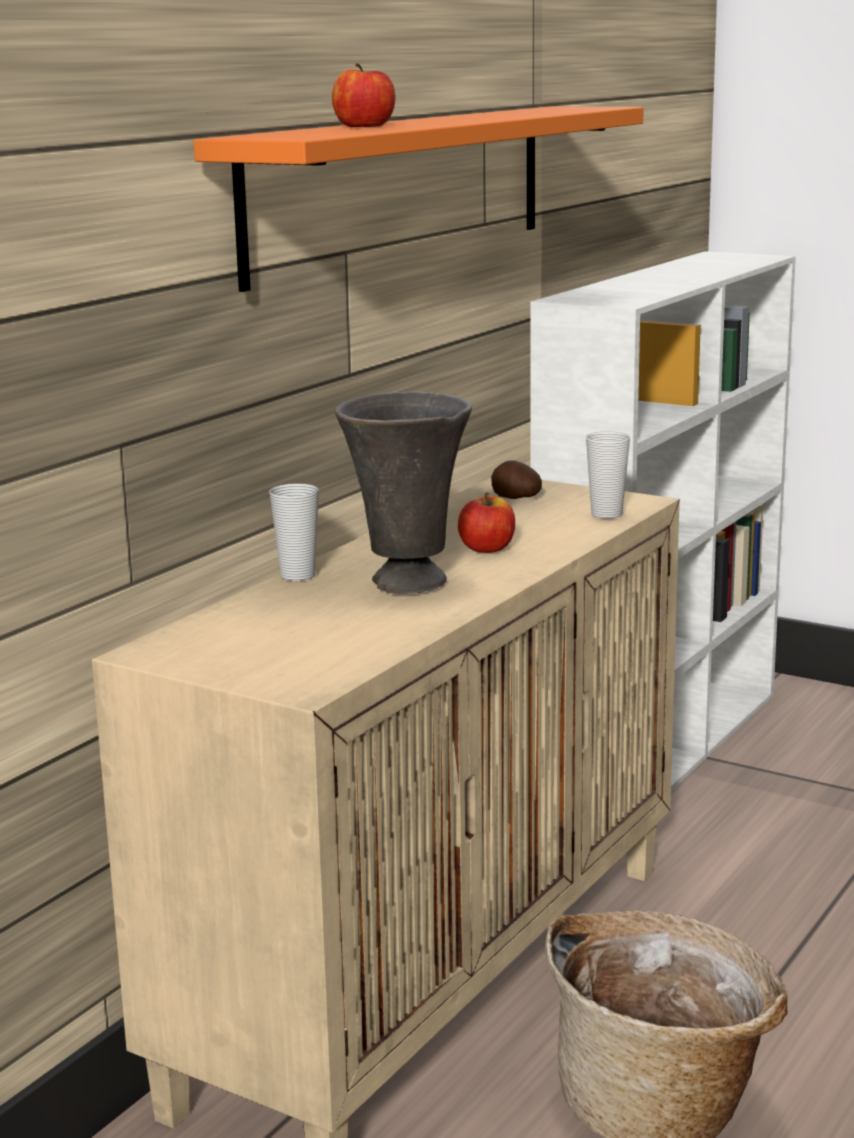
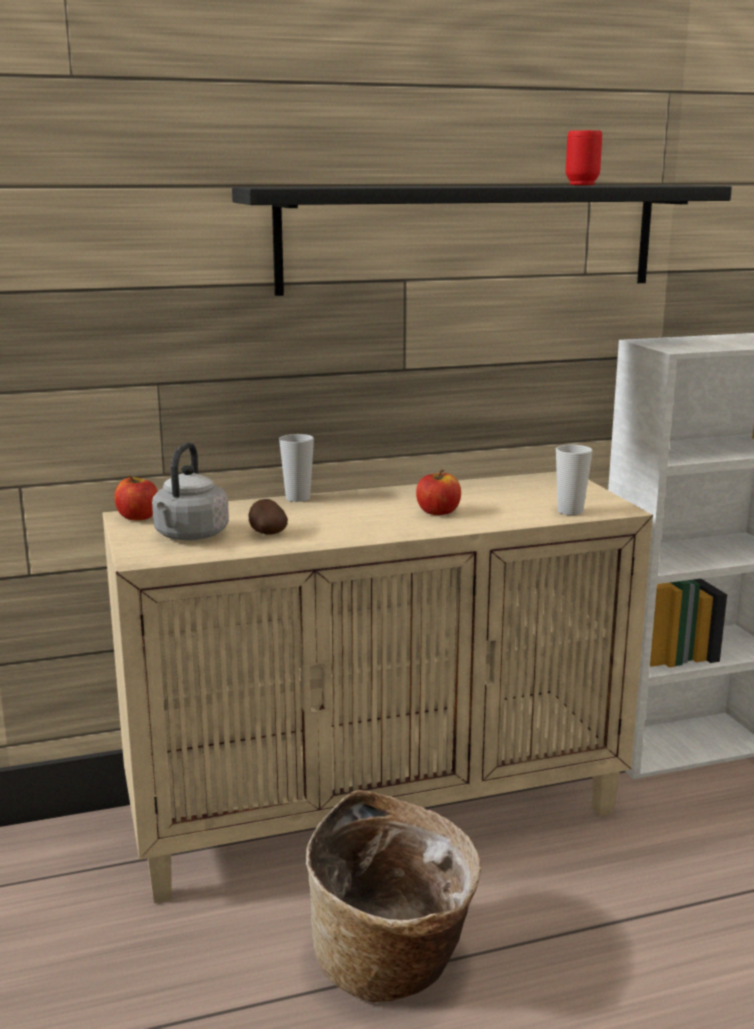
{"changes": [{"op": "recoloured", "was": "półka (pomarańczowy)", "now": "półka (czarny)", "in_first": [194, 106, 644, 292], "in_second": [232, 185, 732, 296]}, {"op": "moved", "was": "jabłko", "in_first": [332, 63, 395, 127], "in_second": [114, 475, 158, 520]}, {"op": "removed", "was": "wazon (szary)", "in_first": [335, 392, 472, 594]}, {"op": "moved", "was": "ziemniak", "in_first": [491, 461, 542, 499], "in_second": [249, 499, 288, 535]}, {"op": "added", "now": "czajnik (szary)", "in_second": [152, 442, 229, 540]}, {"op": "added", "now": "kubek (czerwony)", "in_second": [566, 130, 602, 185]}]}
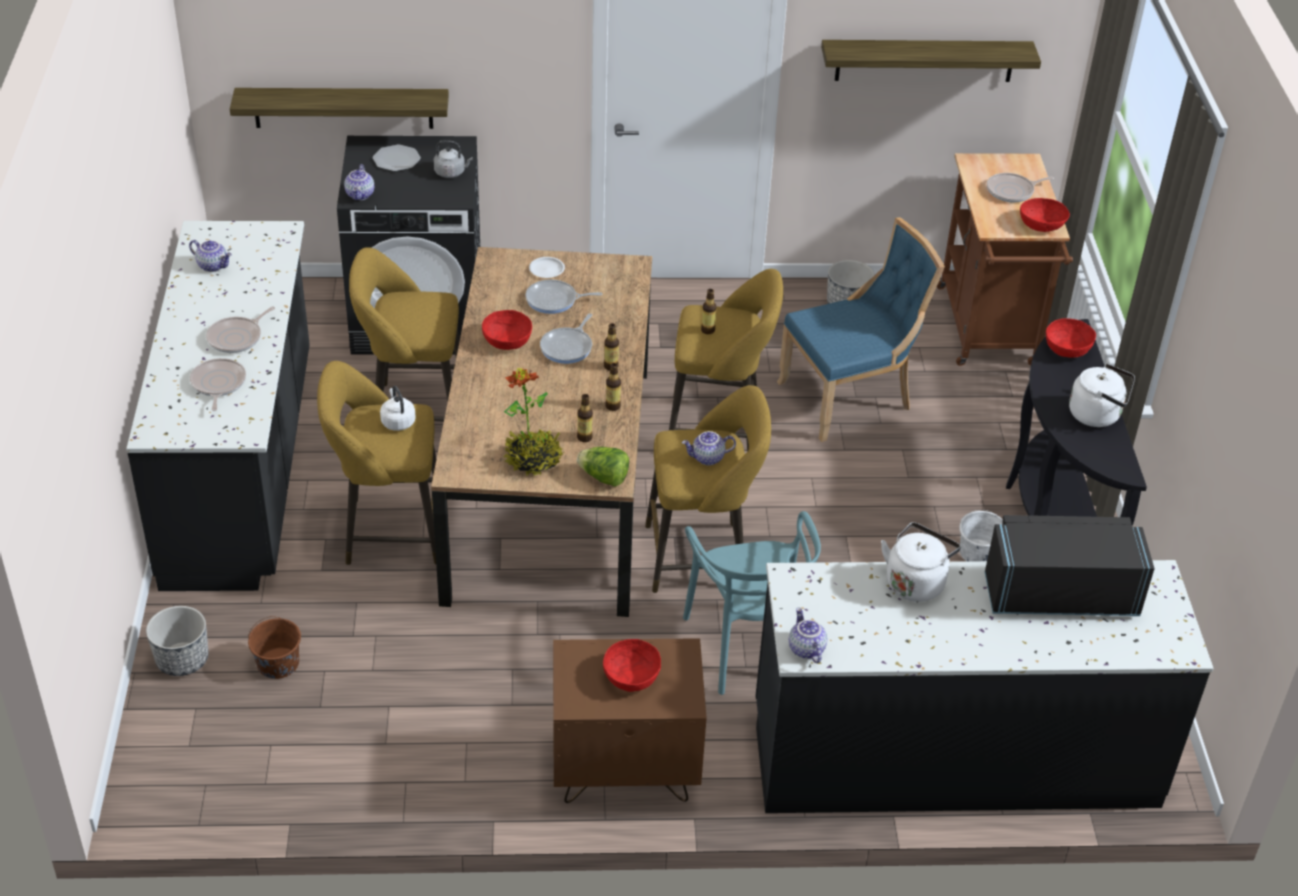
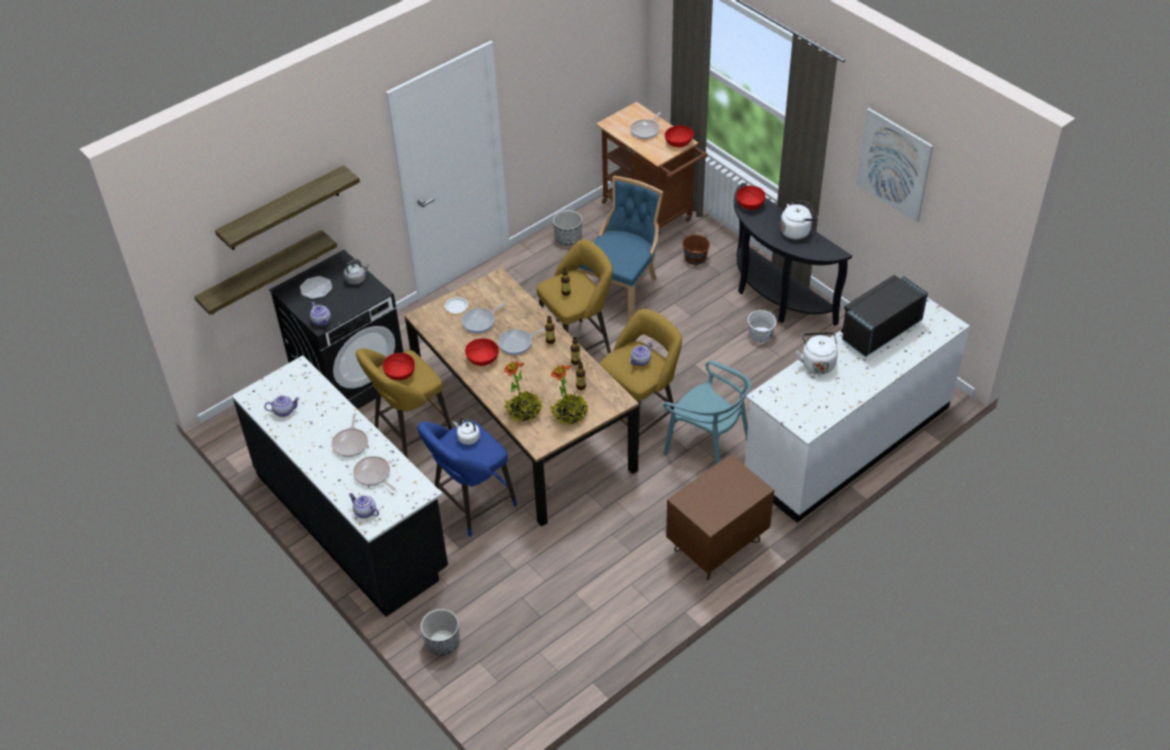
{"changes": [{"op": "moved", "was": "wiadro (brązowy)", "in_first": [248, 616, 301, 679], "in_second": [682, 232, 710, 265]}, {"op": "recoloured", "was": "stołek (żółty)", "now": "stołek (niebieski)", "in_first": [317, 361, 436, 565], "in_second": [417, 420, 517, 537]}, {"op": "turned", "was": "patelnia", "in_first": [540, 313, 592, 364], "in_second": [498, 328, 545, 355], "clockwise": 75}, {"op": "removed", "was": "sałata", "in_first": [577, 447, 629, 487]}, {"op": "moved", "was": "miska (czerwony)", "in_first": [603, 639, 661, 692], "in_second": [383, 353, 415, 380]}, {"op": "recoloured", "was": "zabudowa kuchenna (czarny)", "now": "zabudowa kuchenna (biały)", "in_first": [755, 560, 1214, 813], "in_second": [745, 297, 970, 523]}, {"op": "moved", "was": "imbryk", "in_first": [789, 608, 827, 663], "in_second": [348, 493, 379, 518]}, {"op": "moved", "was": "półka", "in_first": [821, 40, 1041, 82], "in_second": [215, 165, 360, 250]}, {"op": "added", "now": "roślina doniczkowa", "in_second": [503, 361, 543, 422]}, {"op": "added", "now": "obraz", "in_second": [856, 108, 933, 222]}]}
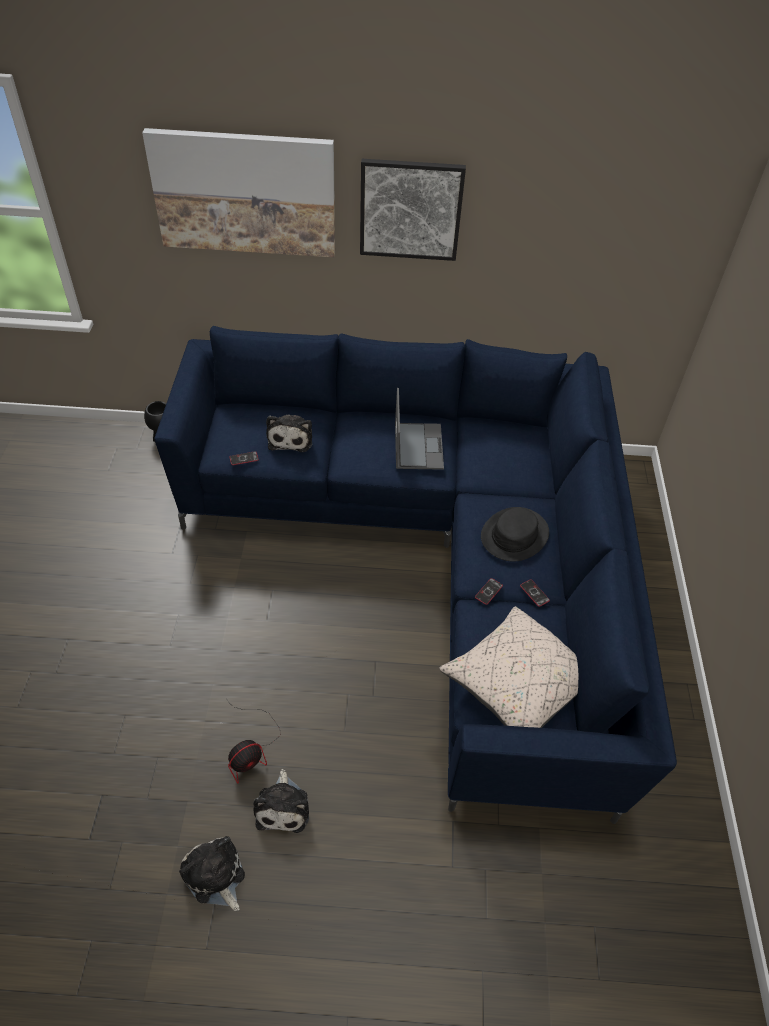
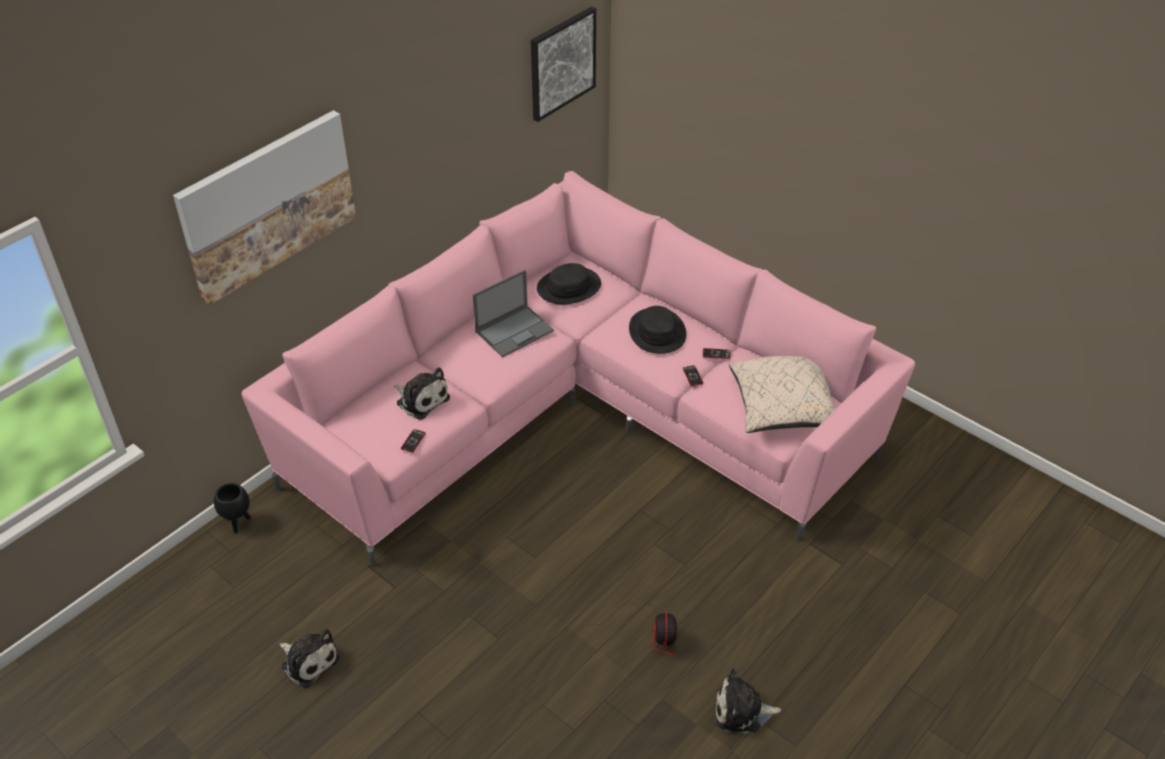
{"changes": [{"op": "recoloured", "was": "kanapa (niebieski)", "now": "kanapa (różowy)", "in_first": [155, 326, 677, 824], "in_second": [242, 171, 915, 566]}, {"op": "moved", "was": "pluszak", "in_first": [253, 769, 309, 833], "in_second": [280, 629, 340, 688]}, {"op": "moved", "was": "obraz", "in_first": [360, 159, 466, 261], "in_second": [531, 6, 596, 122]}, {"op": "turned", "was": "laptop", "in_first": [395, 388, 444, 470], "in_second": [472, 270, 554, 357], "clockwise": 105}, {"op": "added", "now": "kapelusz (czarny)", "in_second": [537, 263, 601, 305]}]}
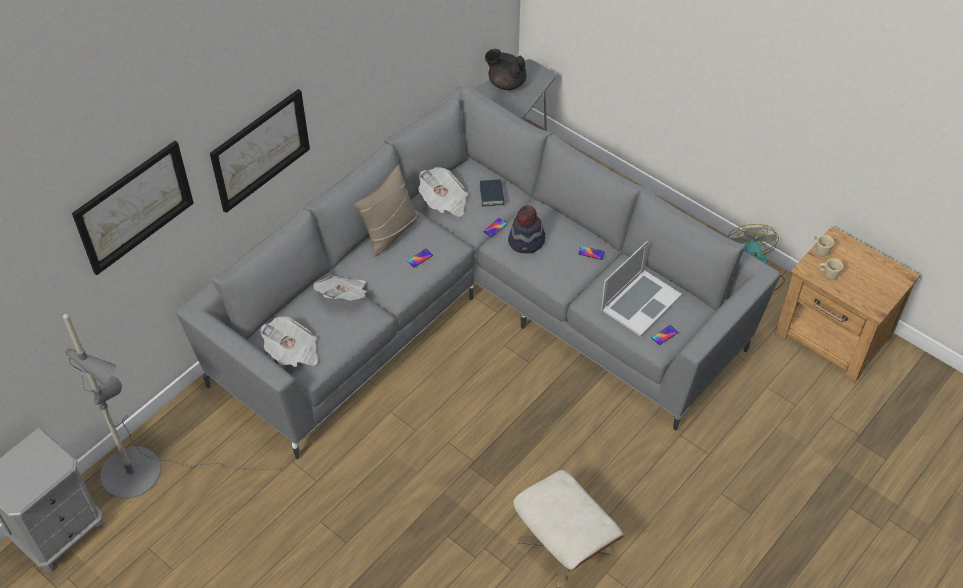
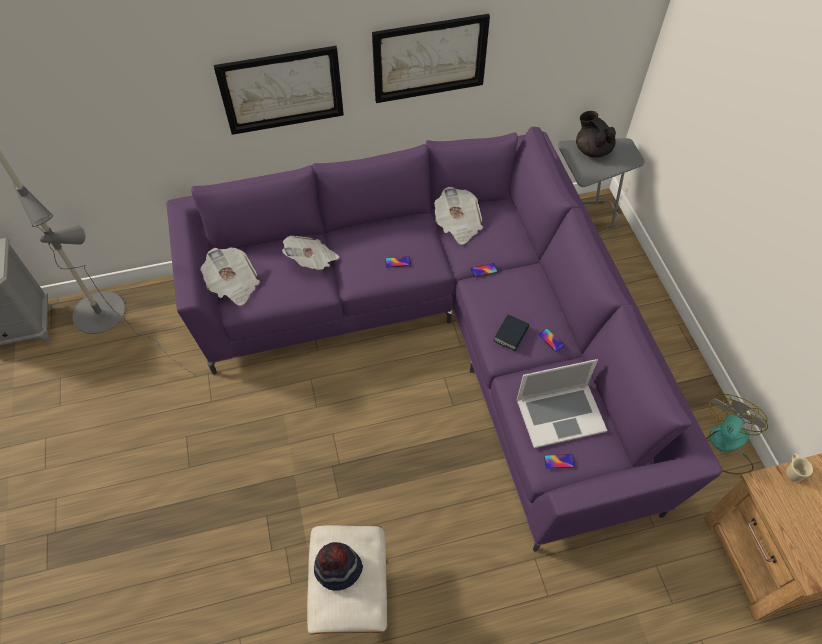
{"changes": [{"op": "moved", "was": "obraz", "in_first": [72, 141, 194, 275], "in_second": [372, 14, 490, 103]}, {"op": "recoloured", "was": "kanapa (szary)", "now": "kanapa (fioletowy)", "in_first": [176, 83, 780, 459], "in_second": [166, 127, 722, 552]}, {"op": "removed", "was": "poduszka (beżowy)", "in_first": [354, 165, 419, 257]}, {"op": "moved", "was": "książka", "in_first": [480, 179, 504, 206], "in_second": [493, 315, 529, 351]}, {"op": "moved", "was": "kapelusz", "in_first": [508, 205, 545, 254], "in_second": [314, 542, 363, 591]}, {"op": "removed", "was": "kubek (beżowy)", "in_first": [819, 258, 843, 280]}]}
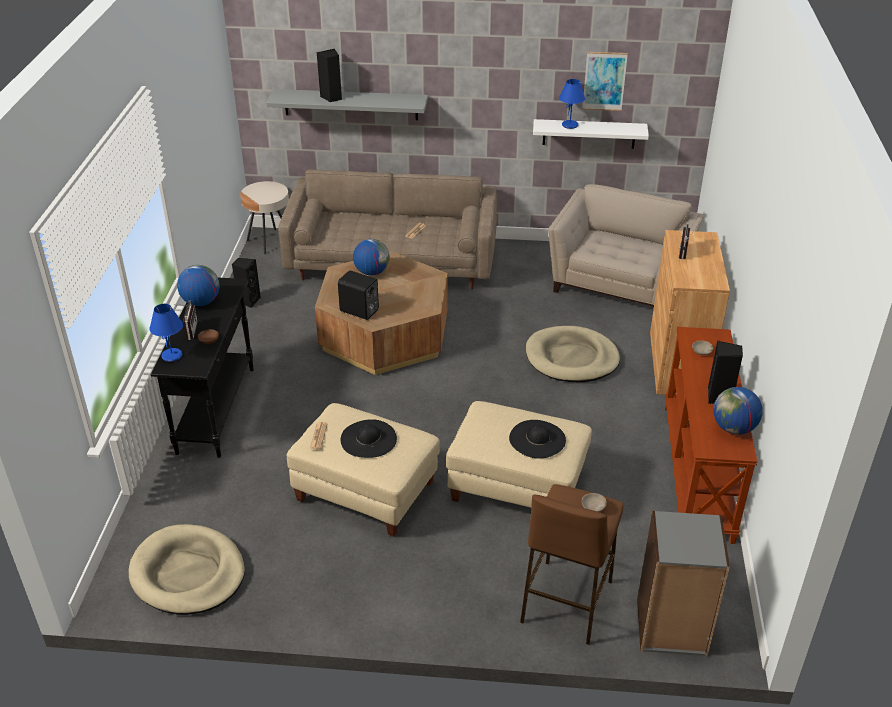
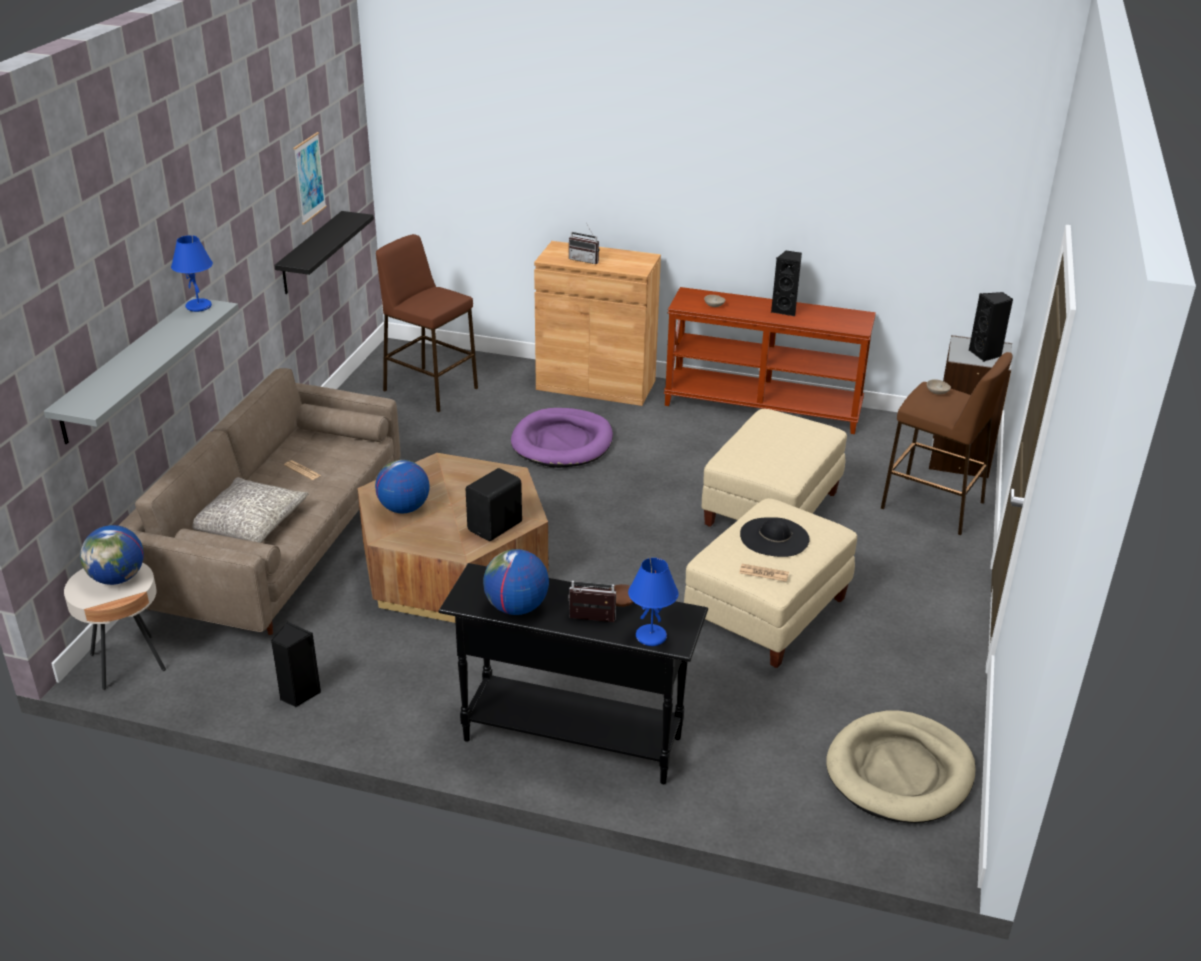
{"changes": [{"op": "moved", "was": "głośnik (czarny)", "in_first": [316, 49, 342, 102], "in_second": [969, 292, 1013, 362]}, {"op": "removed", "was": "kapelusz (czarny)", "in_first": [509, 420, 566, 459]}, {"op": "recoloured", "was": "legowisko (beżowy)", "now": "legowisko (fioletowy)", "in_first": [526, 326, 620, 382], "in_second": [511, 408, 613, 468]}, {"op": "recoloured", "was": "półka (biały)", "now": "półka (czarny)", "in_first": [533, 119, 649, 149], "in_second": [274, 211, 374, 294]}, {"op": "replaced", "was": "fotel (beżowy)", "now": "stołek (brązowy)", "in_first": [548, 184, 704, 307], "in_second": [376, 234, 478, 412]}, {"op": "moved", "was": "lampa stołowa (niebieski)", "in_first": [559, 79, 585, 129], "in_second": [171, 235, 213, 312]}, {"op": "moved", "was": "globus", "in_first": [713, 387, 763, 435], "in_second": [80, 525, 144, 585]}, {"op": "added", "now": "poduszka (szary)", "in_second": [192, 477, 308, 543]}]}
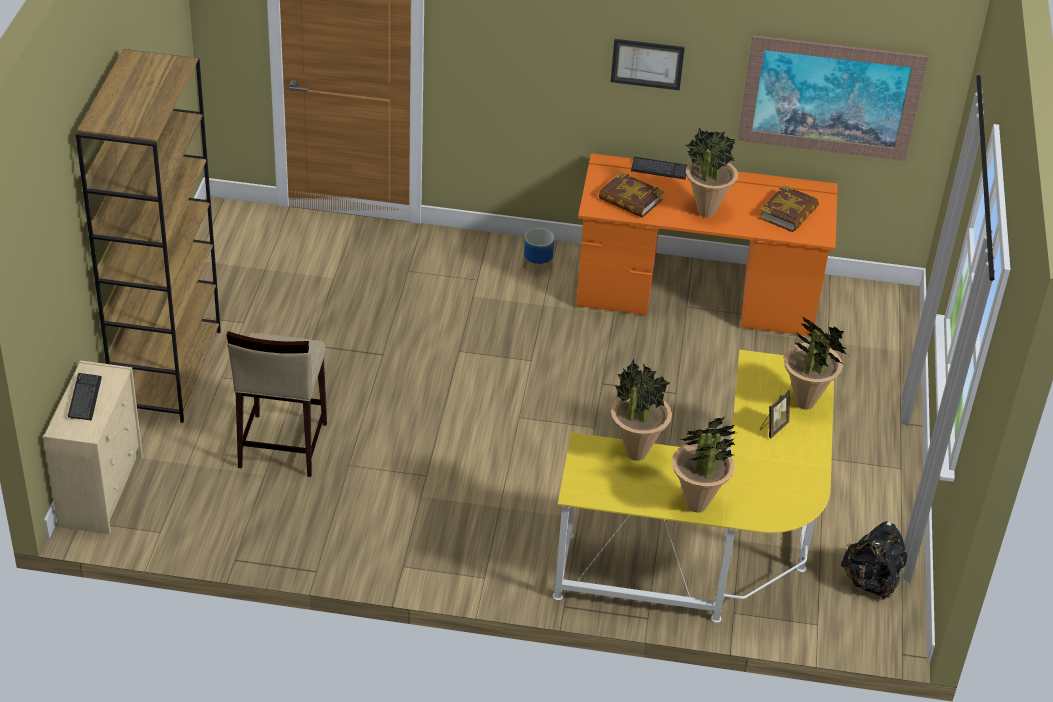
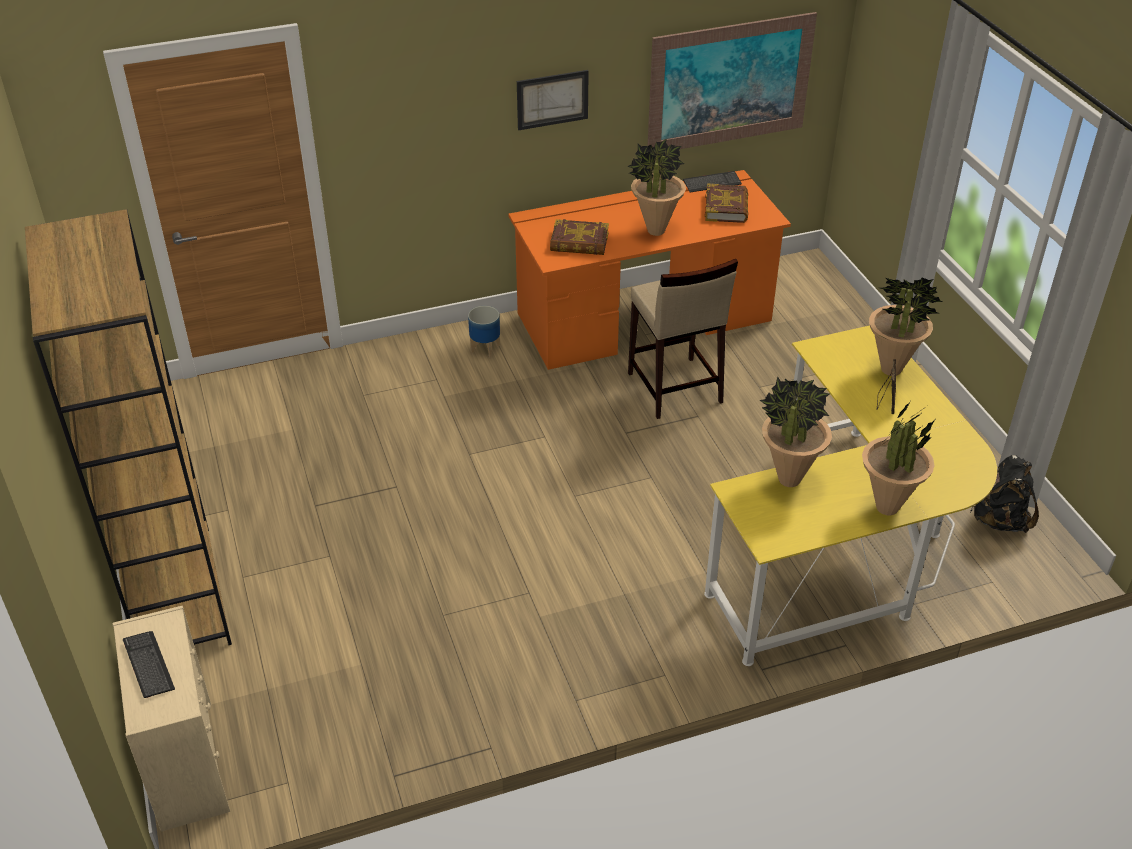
{"changes": [{"op": "moved", "was": "stołek (beżowy)", "in_first": [226, 331, 327, 477], "in_second": [628, 259, 738, 419]}, {"op": "moved", "was": "klawiatura", "in_first": [631, 157, 688, 180], "in_second": [683, 171, 742, 192]}]}
